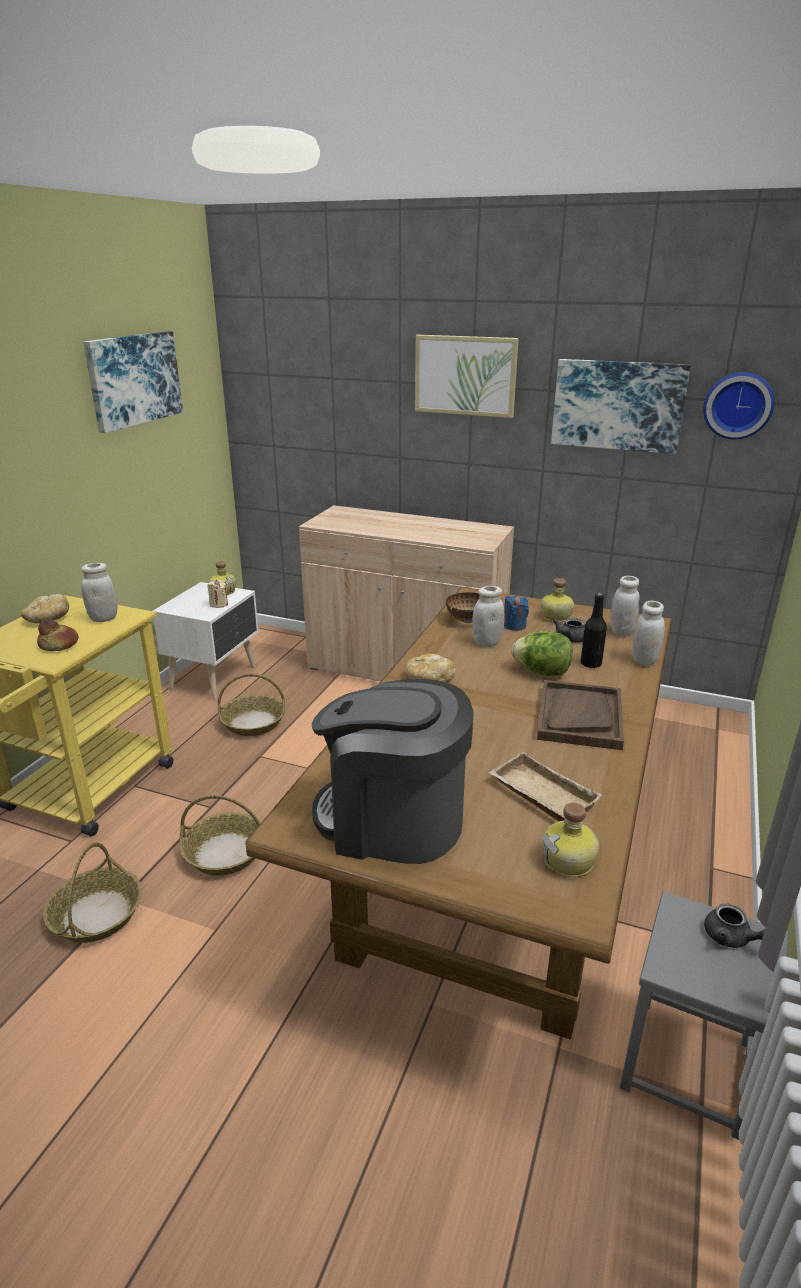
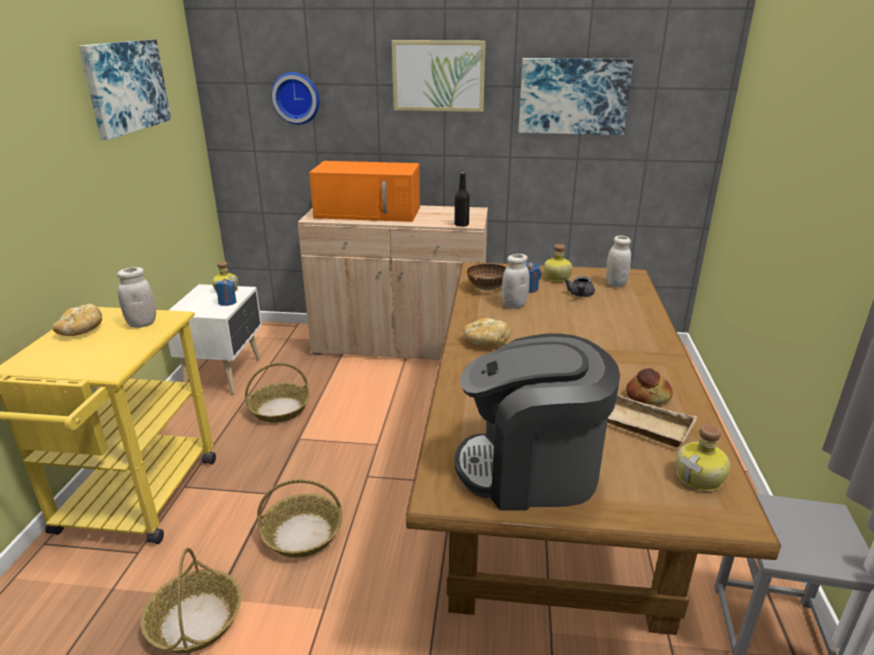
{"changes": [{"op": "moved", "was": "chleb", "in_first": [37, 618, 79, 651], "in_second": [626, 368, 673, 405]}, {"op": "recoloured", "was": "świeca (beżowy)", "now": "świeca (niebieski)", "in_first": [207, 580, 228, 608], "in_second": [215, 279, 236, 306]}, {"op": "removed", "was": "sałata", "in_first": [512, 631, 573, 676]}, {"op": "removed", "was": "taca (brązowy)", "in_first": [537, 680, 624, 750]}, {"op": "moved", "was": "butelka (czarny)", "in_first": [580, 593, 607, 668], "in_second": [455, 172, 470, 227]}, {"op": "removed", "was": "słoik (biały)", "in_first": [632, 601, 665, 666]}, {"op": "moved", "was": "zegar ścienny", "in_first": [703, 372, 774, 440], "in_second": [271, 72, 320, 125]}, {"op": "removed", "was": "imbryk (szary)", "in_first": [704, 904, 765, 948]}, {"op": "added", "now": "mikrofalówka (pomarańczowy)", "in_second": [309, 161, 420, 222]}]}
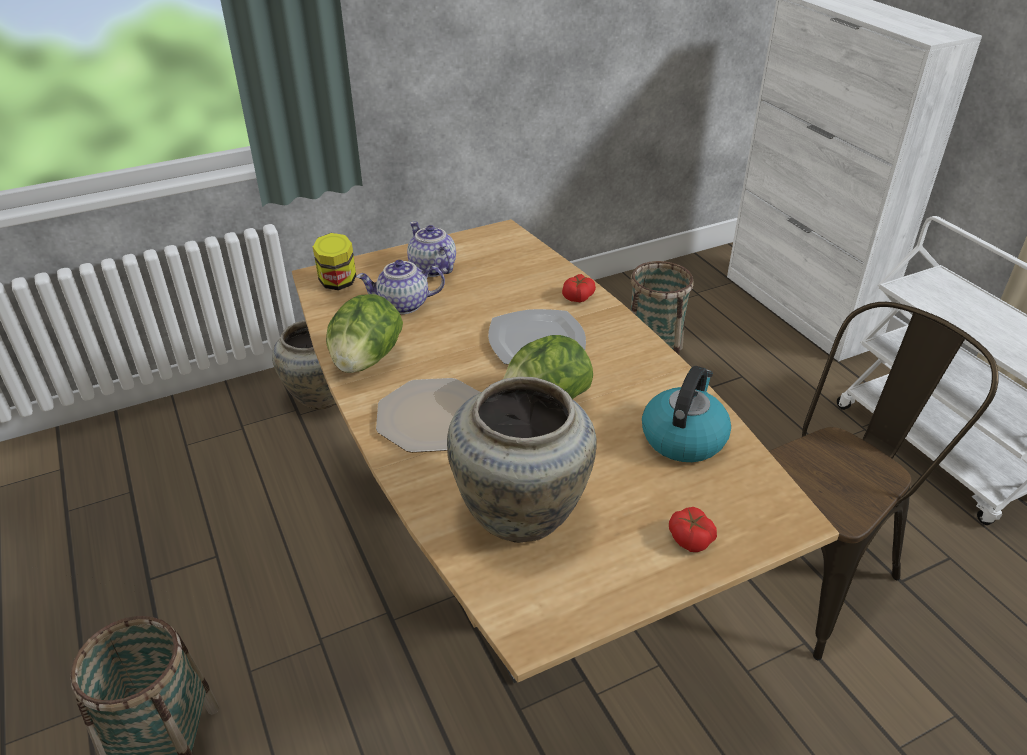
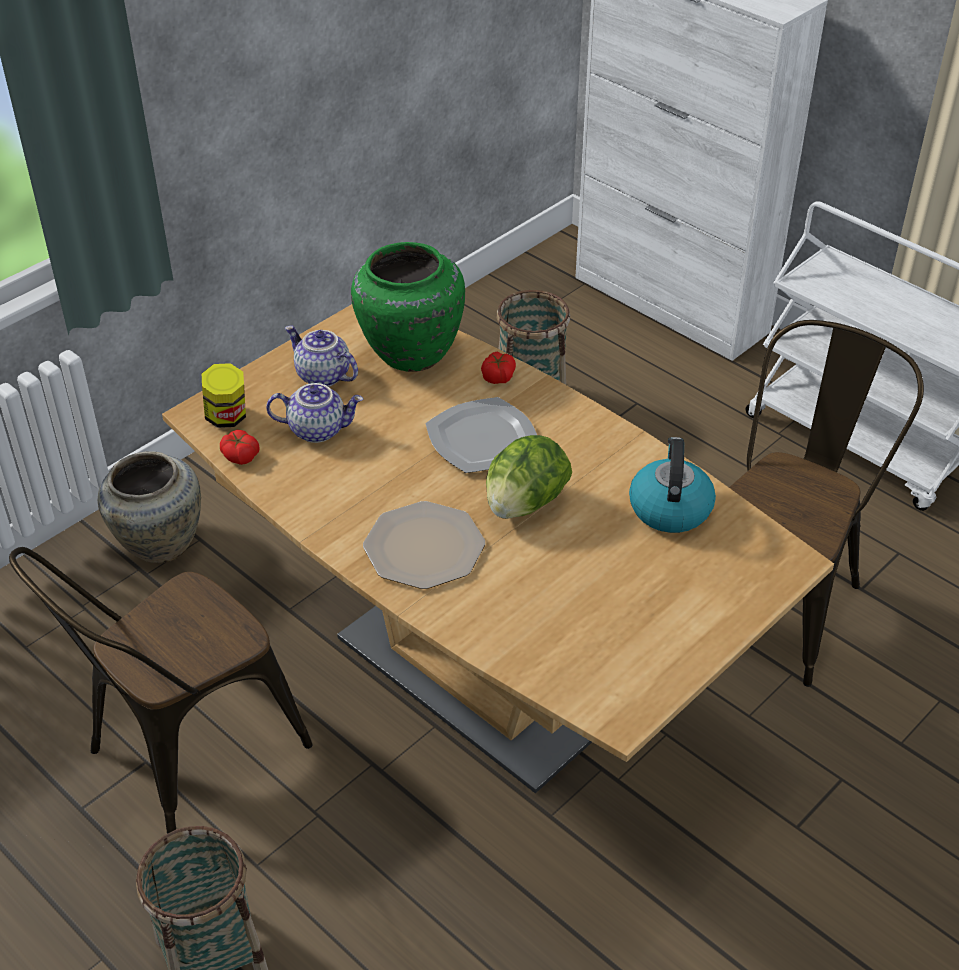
{"changes": [{"op": "removed", "was": "sałata", "in_first": [326, 294, 403, 373]}, {"op": "turned", "was": "imbryk", "in_first": [356, 260, 445, 314], "in_second": [266, 383, 364, 443], "clockwise": -150}, {"op": "removed", "was": "wazon (beżowy)", "in_first": [447, 377, 597, 543]}, {"op": "moved", "was": "pomidor", "in_first": [669, 507, 717, 552], "in_second": [220, 430, 260, 465]}, {"op": "added", "now": "krzesło (brązowy)", "in_second": [9, 547, 313, 834]}, {"op": "added", "now": "wazon (zielony)", "in_second": [351, 242, 465, 372]}]}
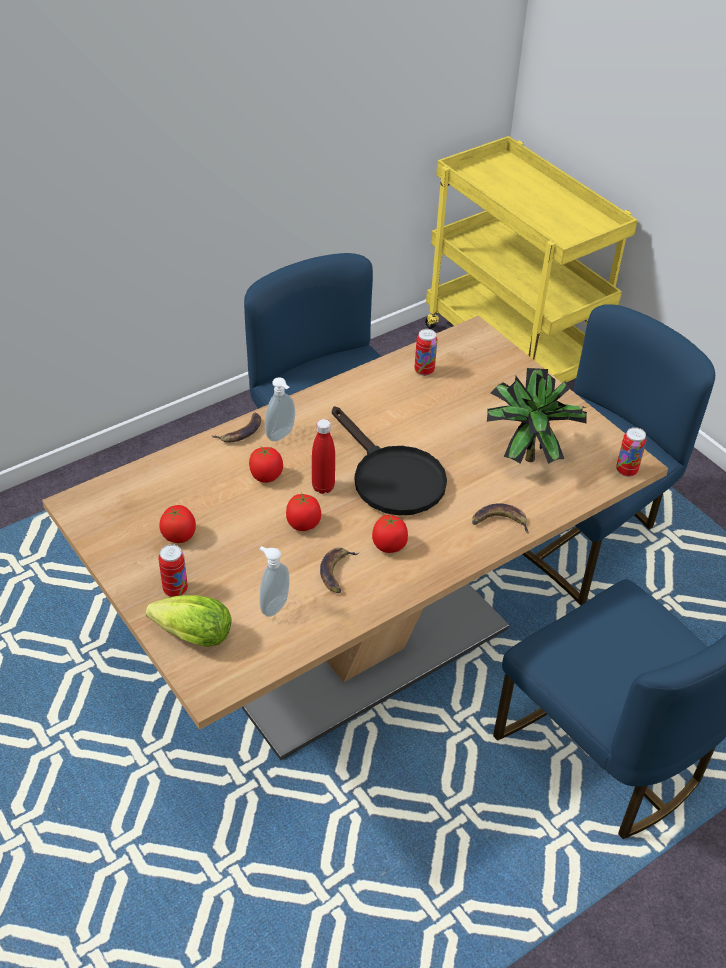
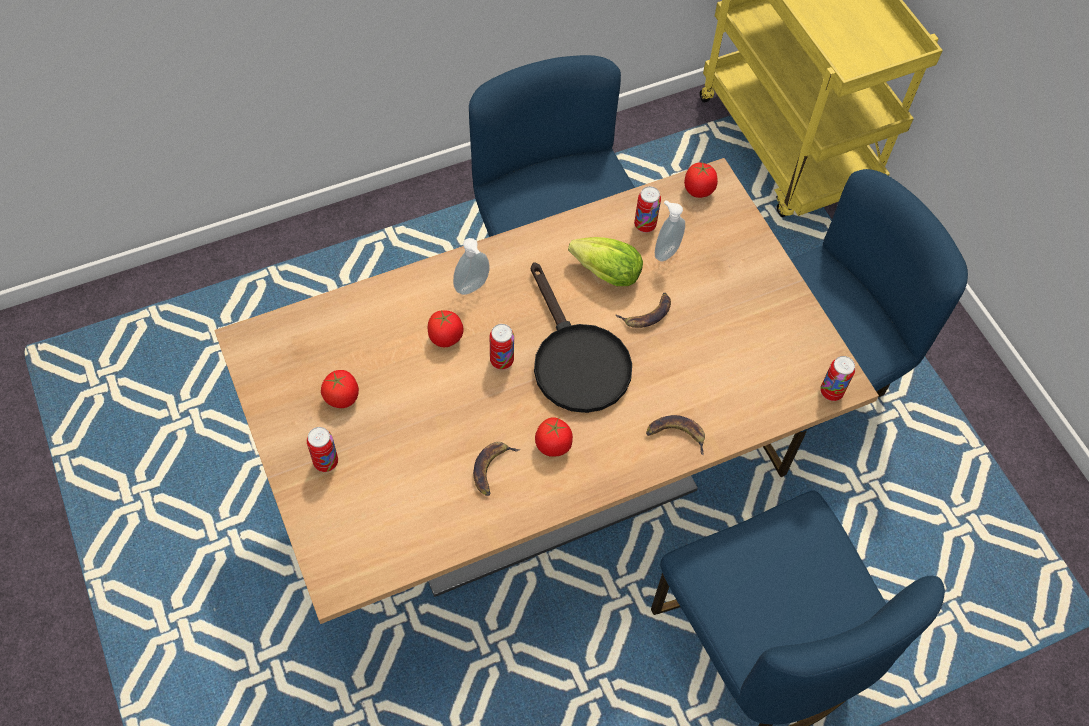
{"changes": [{"op": "moved", "was": "sałata", "in_first": [146, 595, 232, 647], "in_second": [568, 237, 643, 286]}, {"op": "moved", "was": "banan", "in_first": [212, 413, 262, 442], "in_second": [616, 293, 671, 328]}, {"op": "moved", "was": "dozownik mydła", "in_first": [260, 546, 290, 617], "in_second": [655, 200, 685, 262]}, {"op": "moved", "was": "pomidor", "in_first": [286, 494, 321, 531], "in_second": [684, 162, 718, 198]}, {"op": "replaced", "was": "butelka (czerwony)", "now": "puszka", "in_first": [312, 419, 335, 494], "in_second": [490, 324, 514, 370]}, {"op": "removed", "was": "roślina doniczkowa", "in_first": [487, 368, 587, 464]}]}
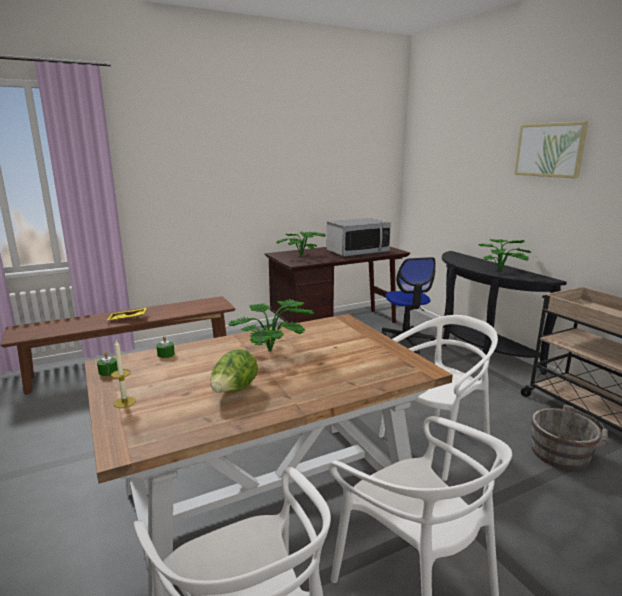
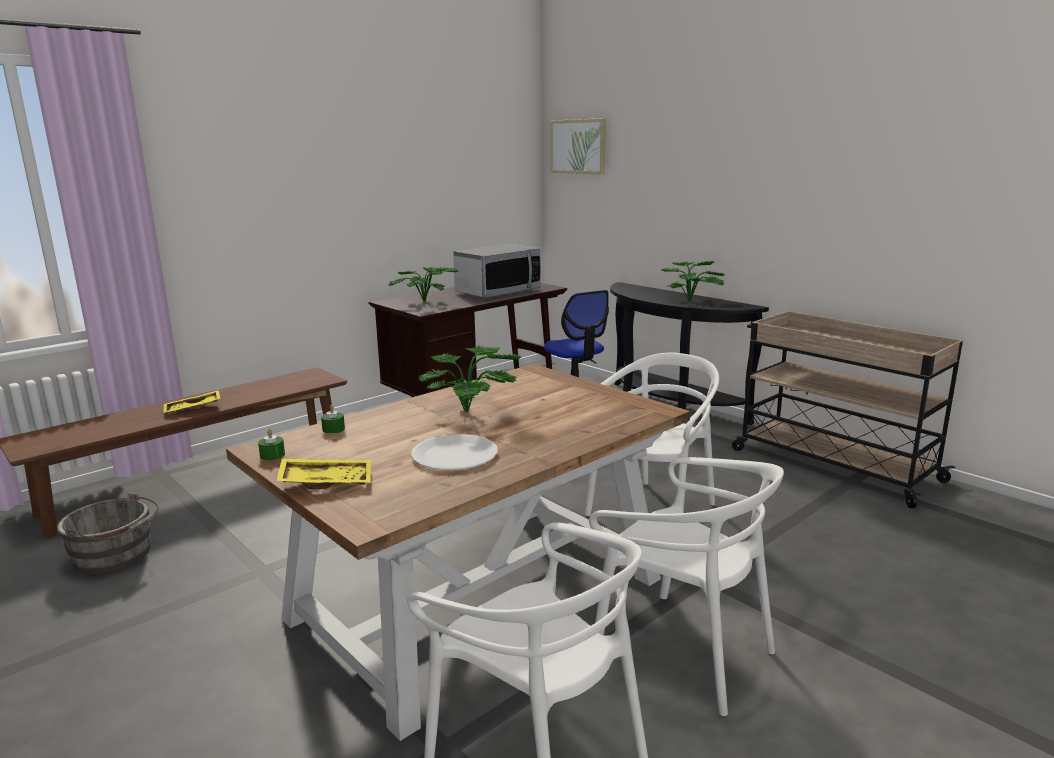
{"changes": [{"op": "replaced", "was": "świeca", "now": "taca (żółty)", "in_first": [111, 340, 136, 408], "in_second": [276, 458, 371, 490]}, {"op": "replaced", "was": "sałata", "now": "talerz (biały)", "in_first": [211, 349, 258, 393], "in_second": [411, 434, 497, 470]}, {"op": "moved", "was": "obraz", "in_first": [514, 121, 588, 179], "in_second": [550, 118, 606, 175]}, {"op": "moved", "was": "wiadro (szary)", "in_first": [531, 405, 608, 470], "in_second": [57, 492, 159, 574]}]}
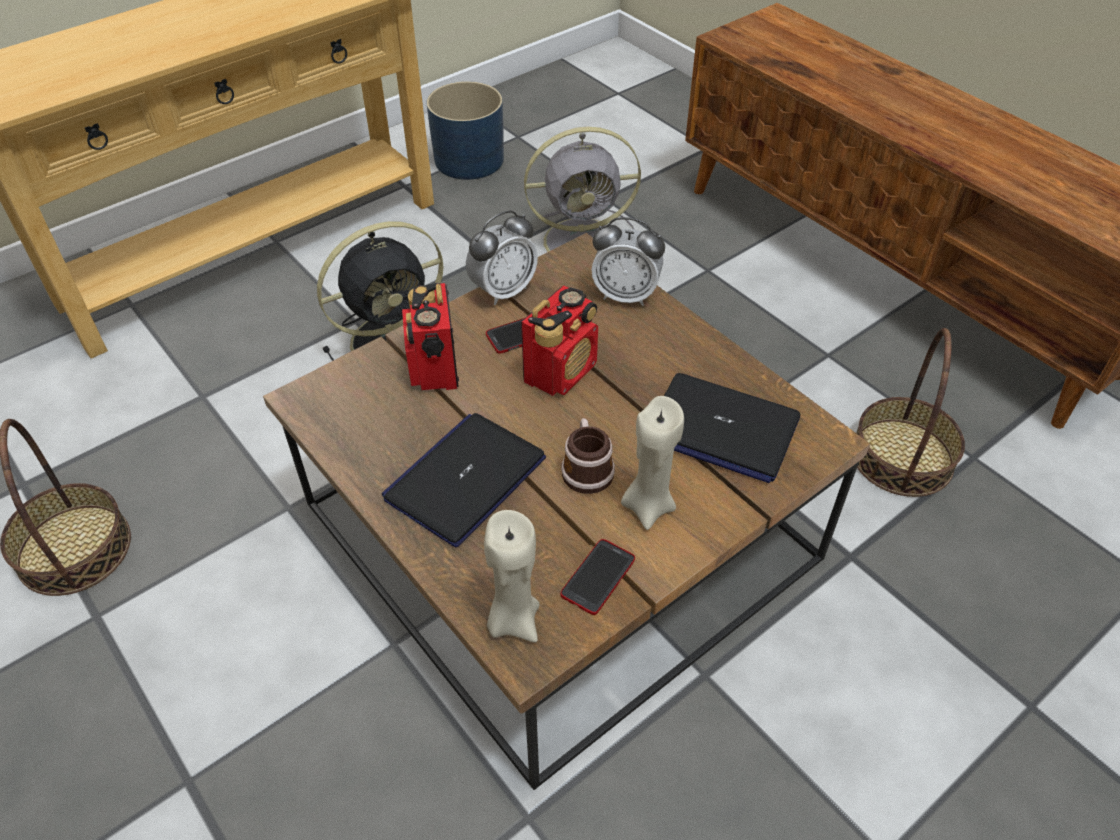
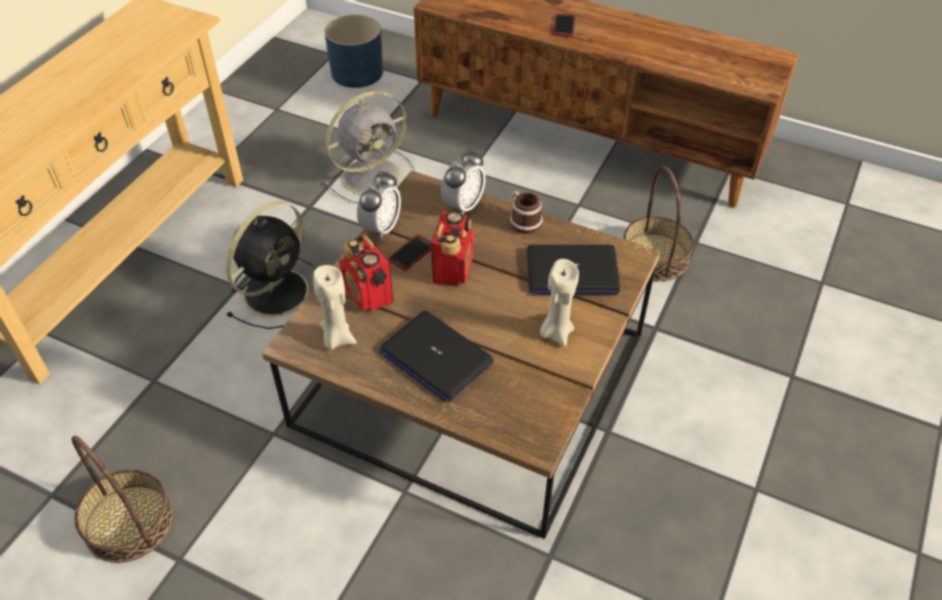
{"changes": [{"op": "turned", "was": "laptop", "in_first": [382, 413, 546, 547], "in_second": [379, 311, 494, 402], "clockwise": -60}, {"op": "moved", "was": "donica (niebieski)", "in_first": [427, 81, 504, 180], "in_second": [324, 15, 383, 88]}, {"op": "moved", "was": "świeca (beżowy)", "in_first": [484, 510, 540, 642], "in_second": [313, 265, 357, 350]}, {"op": "moved", "was": "telefon", "in_first": [560, 539, 635, 615], "in_second": [553, 14, 575, 37]}, {"op": "moved", "was": "kubek", "in_first": [561, 418, 615, 494], "in_second": [510, 191, 543, 234]}, {"op": "turned", "was": "budzik", "in_first": [591, 217, 665, 306], "in_second": [441, 149, 486, 214], "clockwise": -45}]}
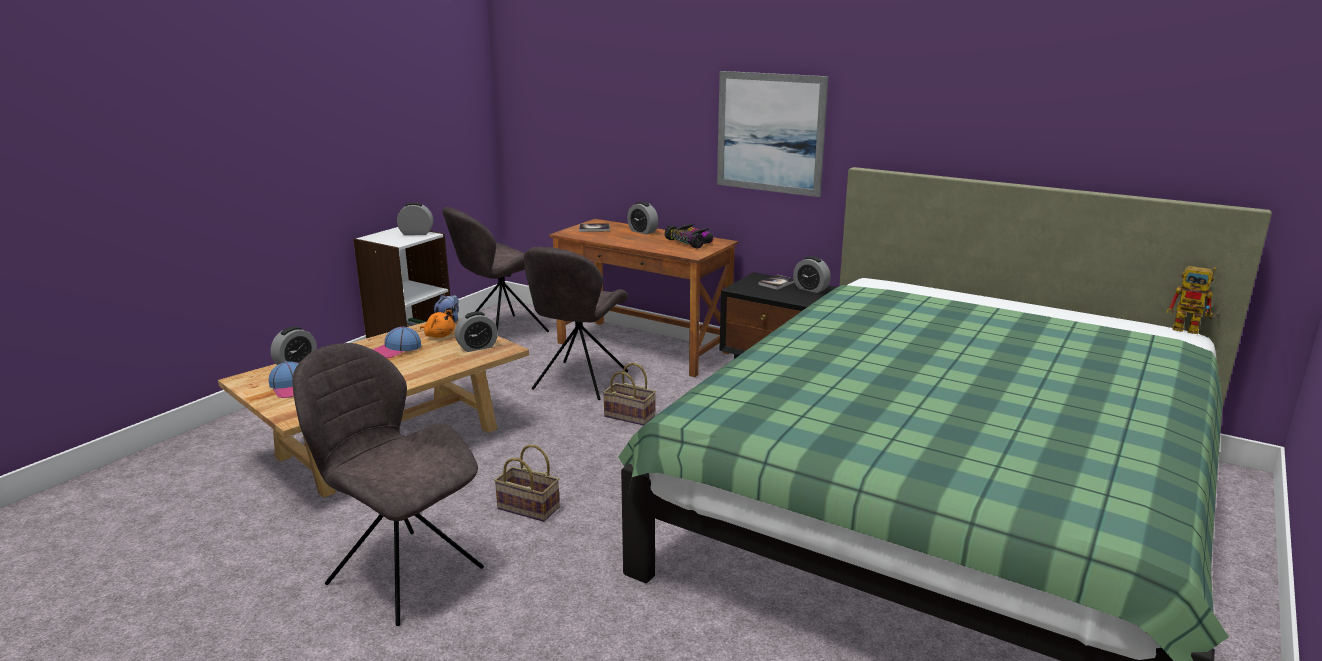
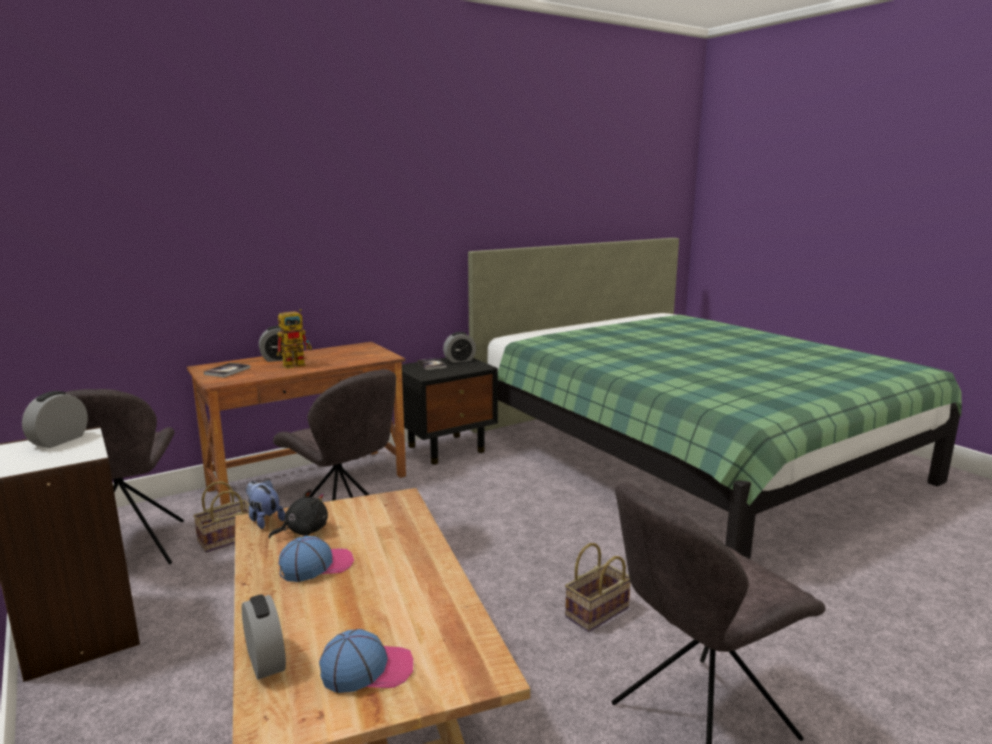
{"changes": [{"op": "turned", "was": "czapka z daszkiem", "in_first": [373, 327, 421, 358], "in_second": [278, 536, 354, 582], "clockwise": -105}, {"op": "recoloured", "was": "pluszak (pomarańczowy)", "now": "pluszak (czarny)", "in_first": [420, 310, 455, 338], "in_second": [269, 489, 328, 539]}, {"op": "removed", "was": "budzik", "in_first": [455, 312, 498, 352]}, {"op": "moved", "was": "koszyk", "in_first": [603, 363, 656, 426], "in_second": [193, 481, 249, 553]}, {"op": "removed", "was": "samochodzik", "in_first": [665, 224, 713, 248]}, {"op": "removed", "was": "obraz", "in_first": [717, 71, 828, 197]}, {"op": "moved", "was": "robot zabawkowy", "in_first": [1167, 266, 1219, 334], "in_second": [277, 309, 312, 369]}]}
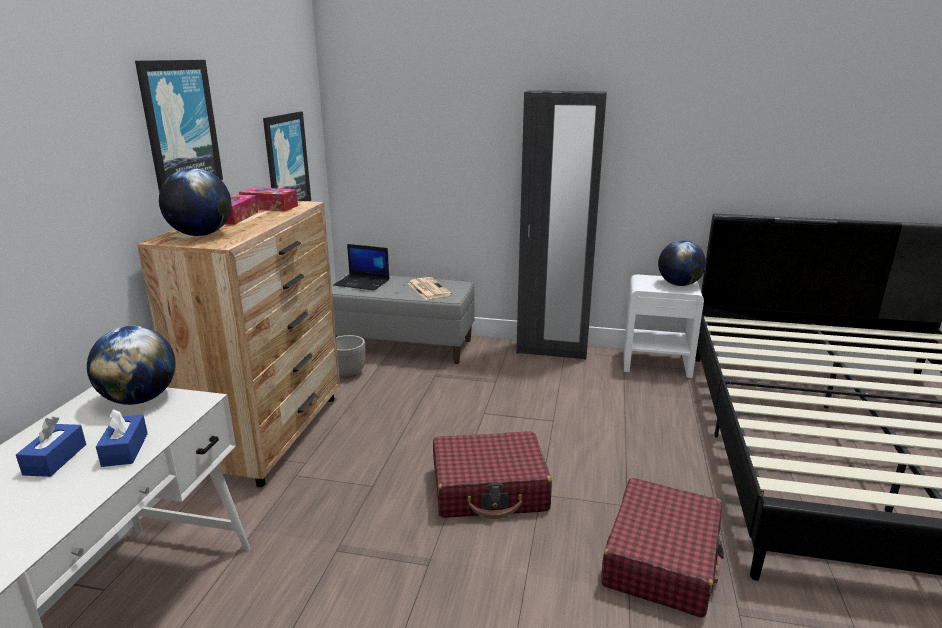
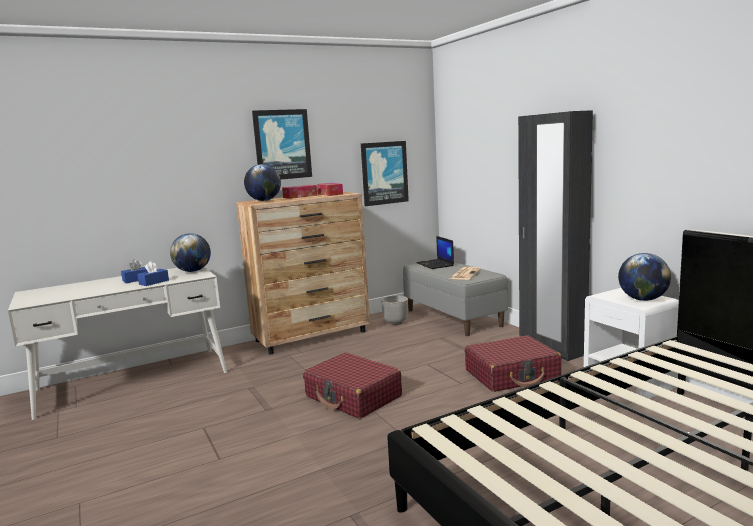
{"changes": [{"op": "moved", "was": "walizka (czerwony)", "in_first": [601, 478, 724, 618], "in_second": [465, 335, 561, 392]}]}
